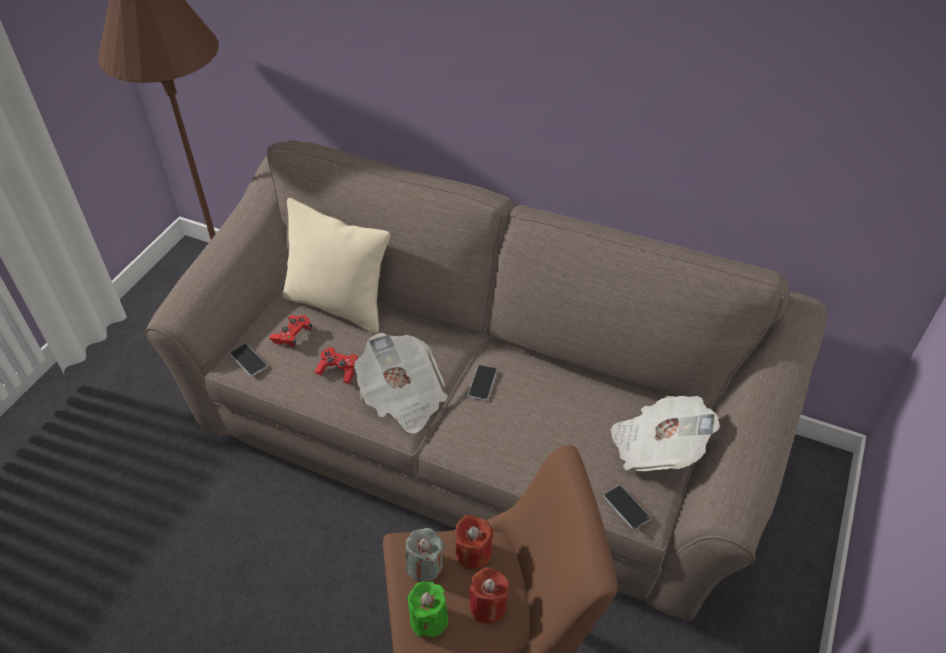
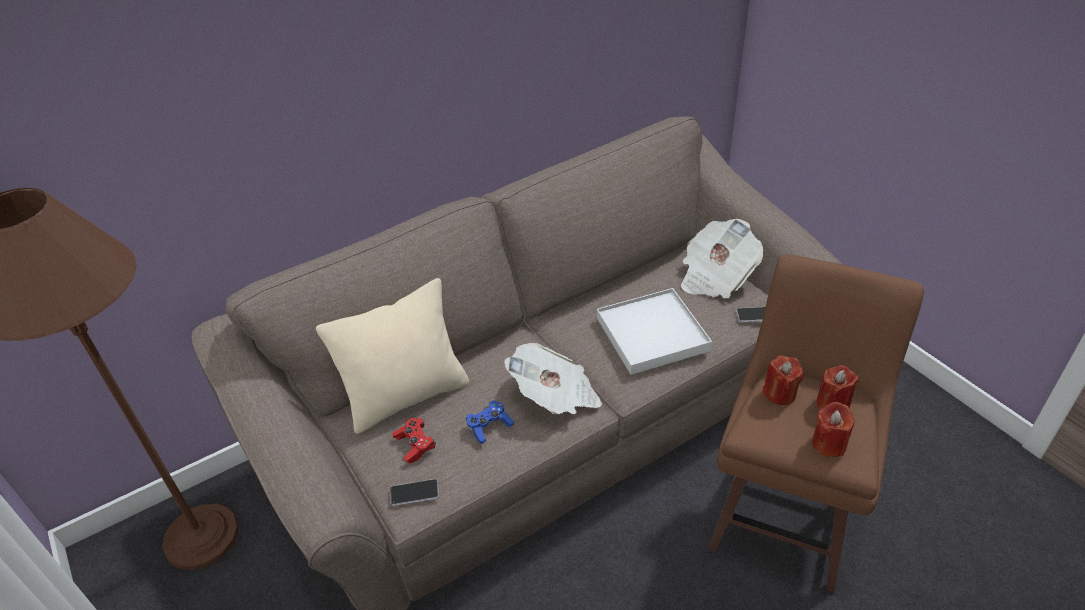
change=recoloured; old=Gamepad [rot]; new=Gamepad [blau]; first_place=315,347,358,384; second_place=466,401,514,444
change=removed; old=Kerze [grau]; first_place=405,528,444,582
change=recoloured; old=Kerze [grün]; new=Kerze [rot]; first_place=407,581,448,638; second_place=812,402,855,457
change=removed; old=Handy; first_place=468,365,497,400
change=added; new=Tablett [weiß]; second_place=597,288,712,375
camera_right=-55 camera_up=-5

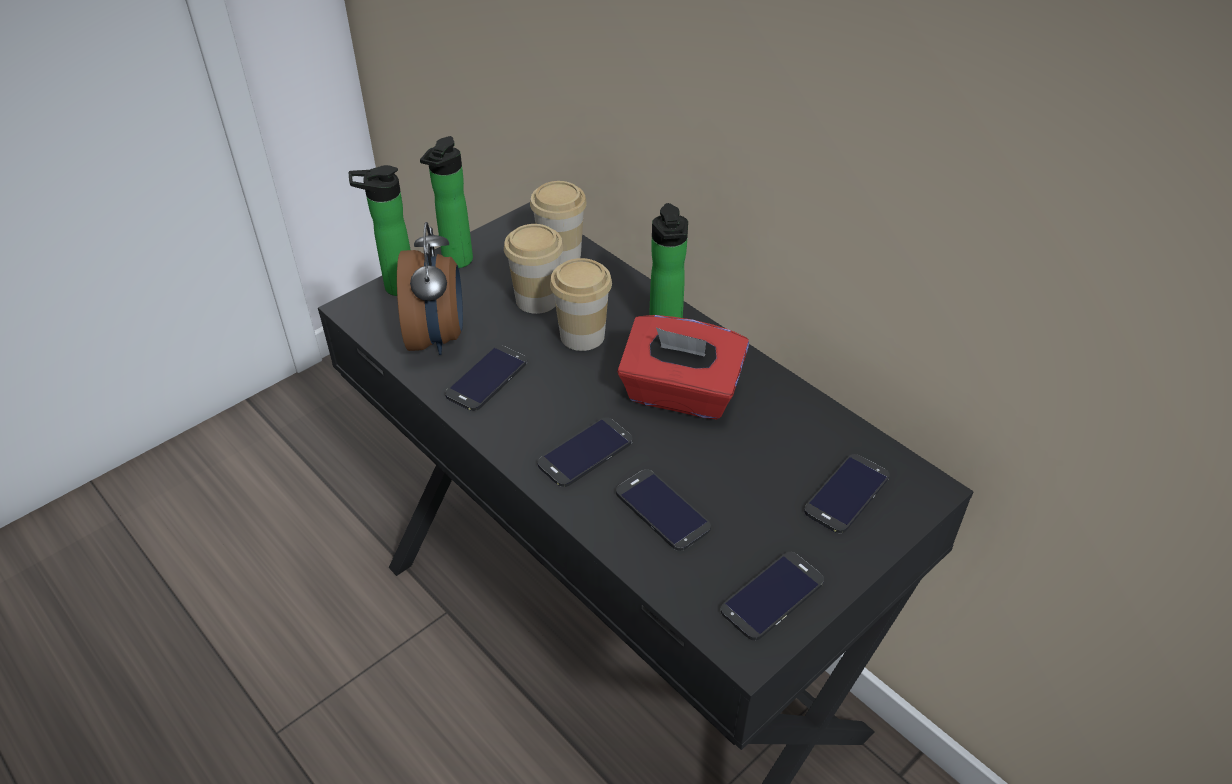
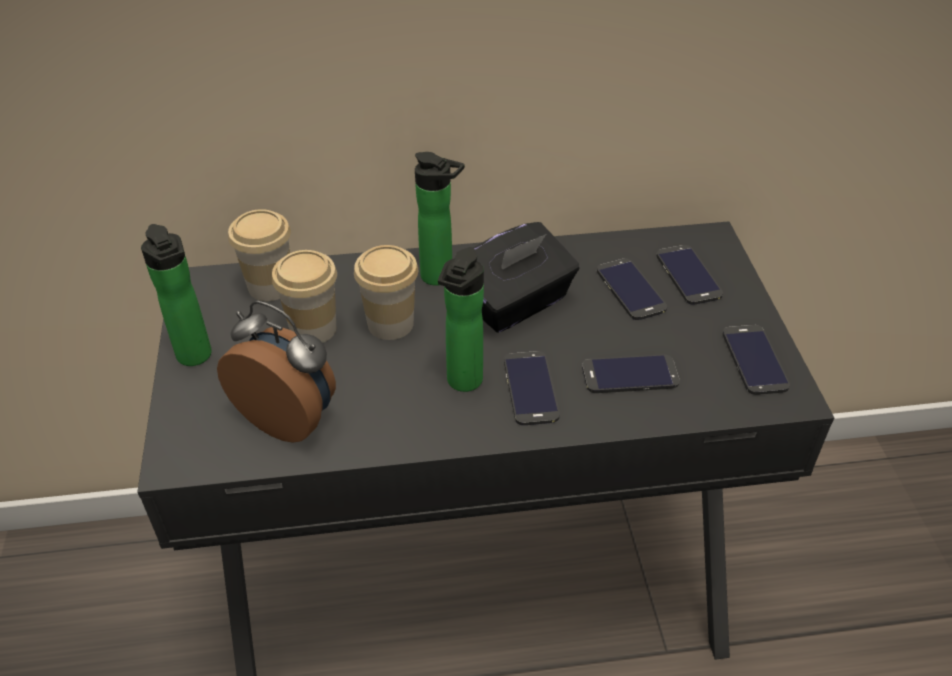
change=moved; old=Flasche; first_place=349,165,410,296; second_place=438,247,484,392
change=moved; old=Handy; first_place=445,345,527,411; second_place=597,259,667,320
change=recoloured; old=Taschentuchbox [rot]; new=Taschentuchbox [schwarz]; first_place=617,315,749,419; second_place=474,222,580,332
camera_right=-55 camera_up=0

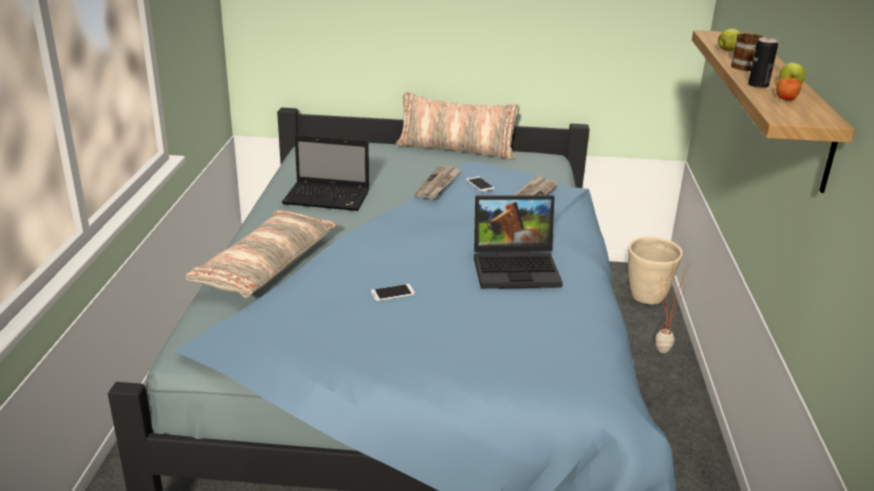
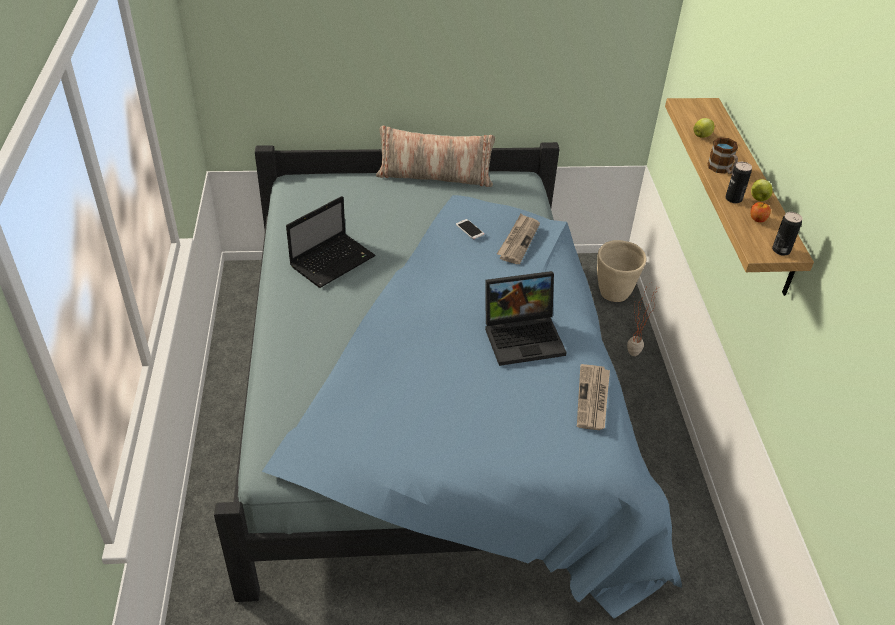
change=removed; old=Kissen; first_place=185,210,338,298
change=turned; old=Laptop; first_place=282,135,369,211; second_place=286,196,375,288; degrees=-45
change=removed; old=Handy; first_place=371,284,415,301
change=moved; old=Zeitung; first_place=415,166,462,199; second_place=577,364,610,430
change=added; new=Dose; second_place=772,212,803,256
camera_right=-10 camera_up=15

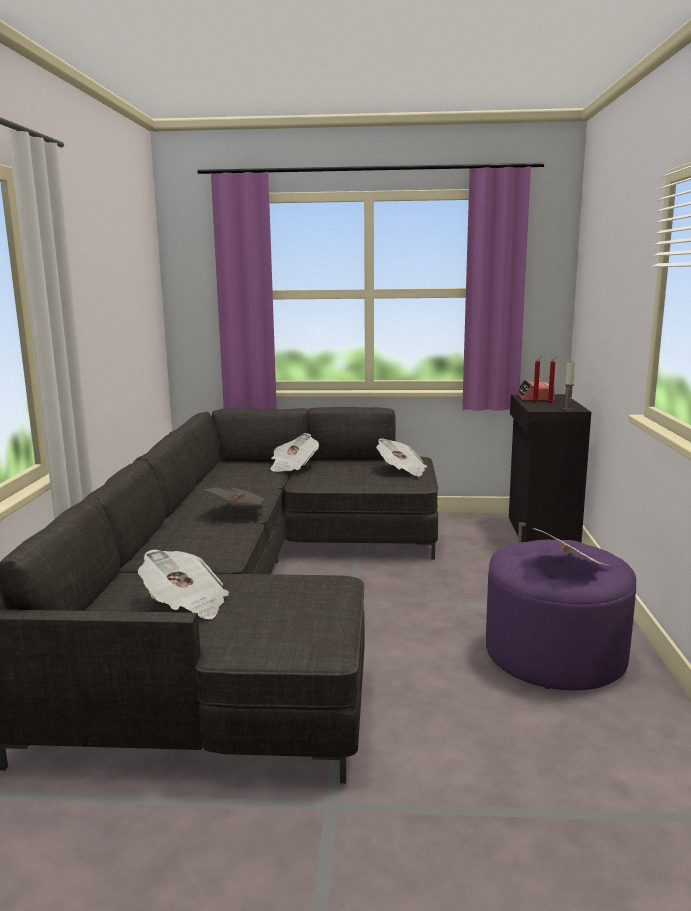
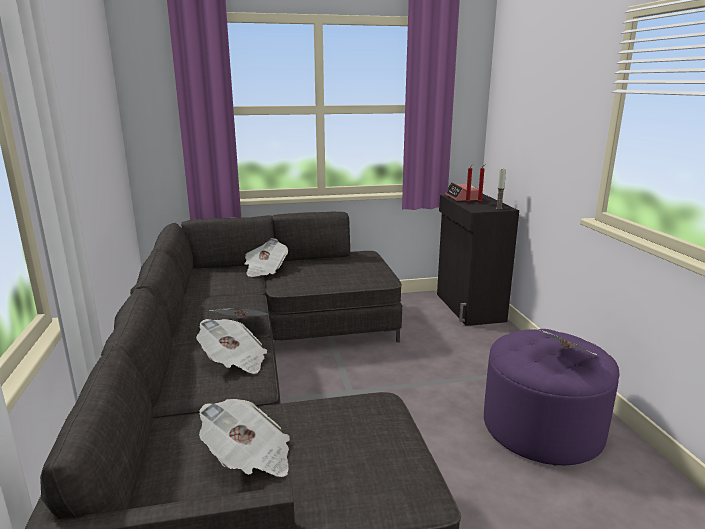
change=moved; old=Zeitung; first_place=376,438,427,477; second_place=196,319,267,374
camera_right=-15 camera_up=5

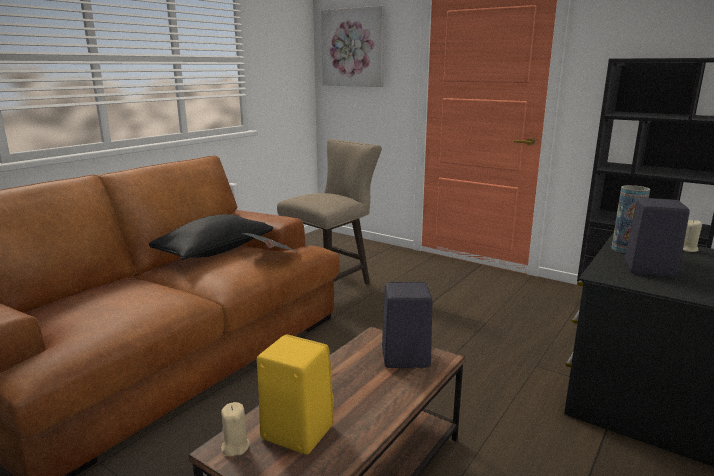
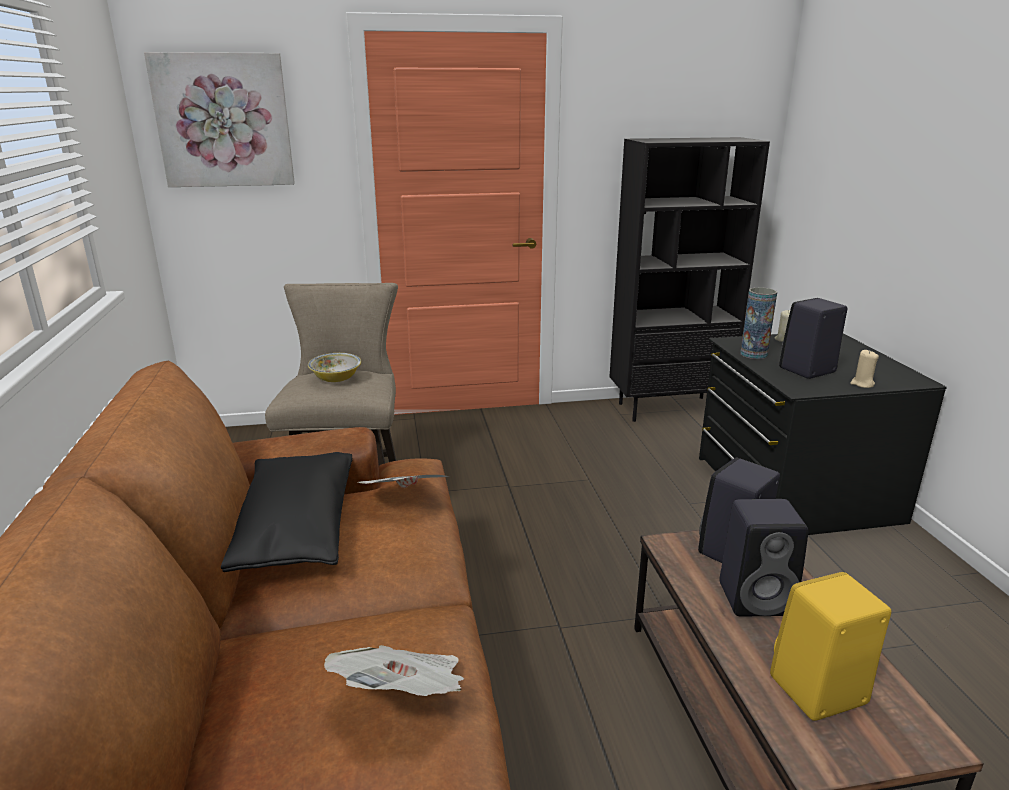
change=moved; old=Kerze [beige]; first_place=221,402,250,457; second_place=850,350,879,388
change=added; new=Schüssel; second_place=308,353,361,382
change=added; new=Zeitung; second_place=324,645,464,696
change=added; new=Lautsprecher [schwarz]; second_place=719,499,808,616
camera_right=-45 camera_up=5

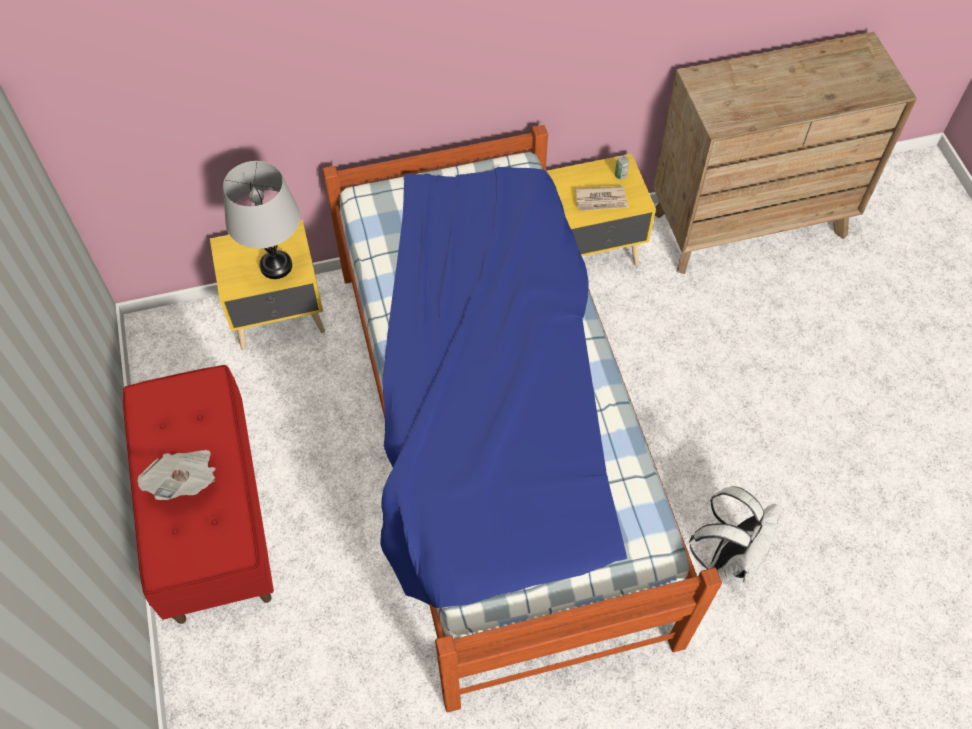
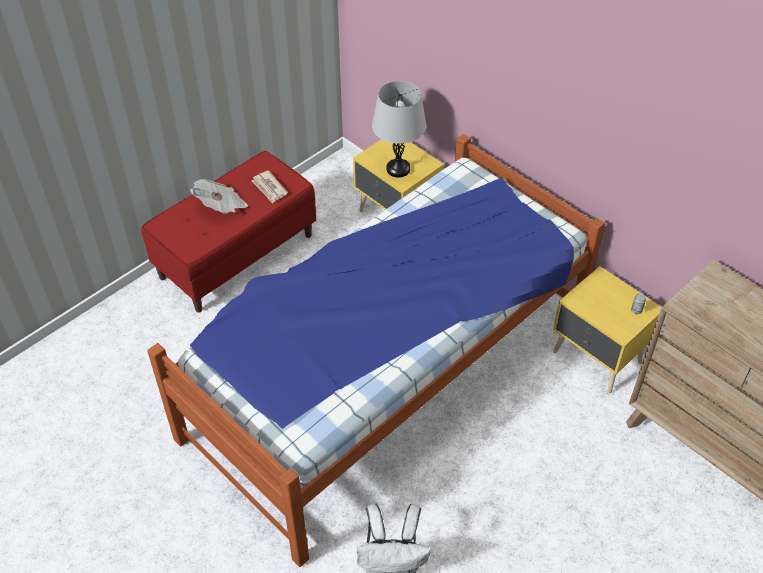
change=moved; old=Zeitung; first_place=575,186,628,211; second_place=251,170,288,203
camera_right=60 camera_up=-10

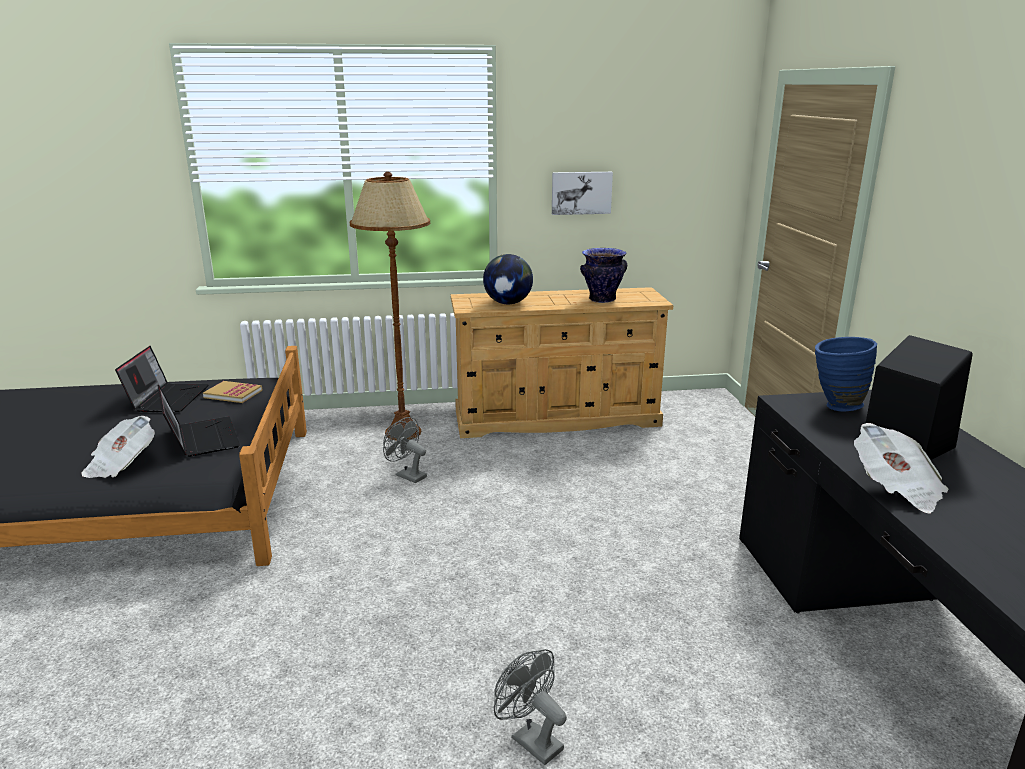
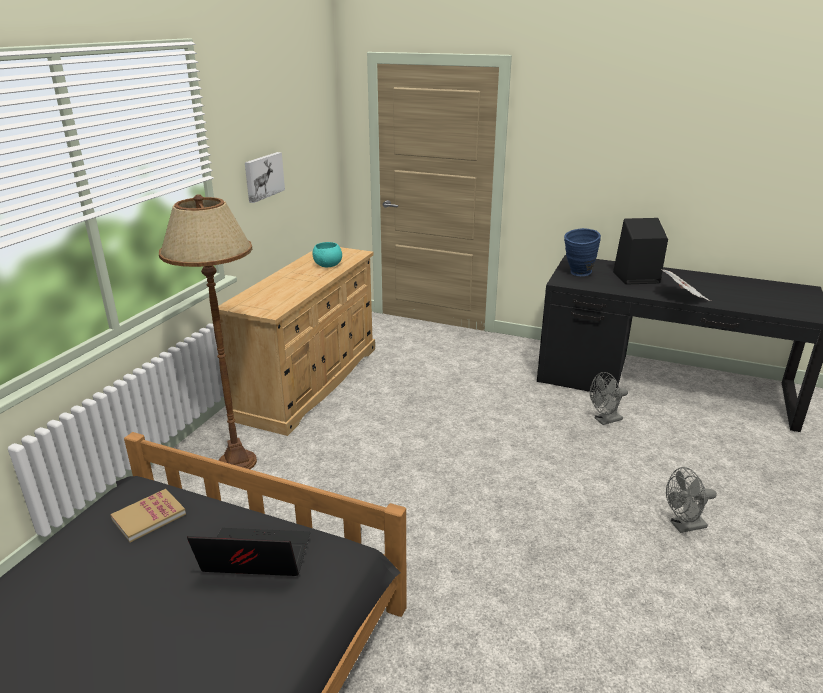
change=removed; old=Zeitung; first_place=81,416,155,478
change=removed; old=Laptop; first_place=115,346,209,412
change=moved; old=Ventilator [grau]; first_place=383,417,427,483; second_place=590,372,628,425
change=removed; old=Globus; first_place=483,254,533,304
change=replaced; old=Vase; new=Schüssel [türkis]; first_place=580,248,627,303; second_place=312,242,342,267
camera_right=-60 camera_up=5

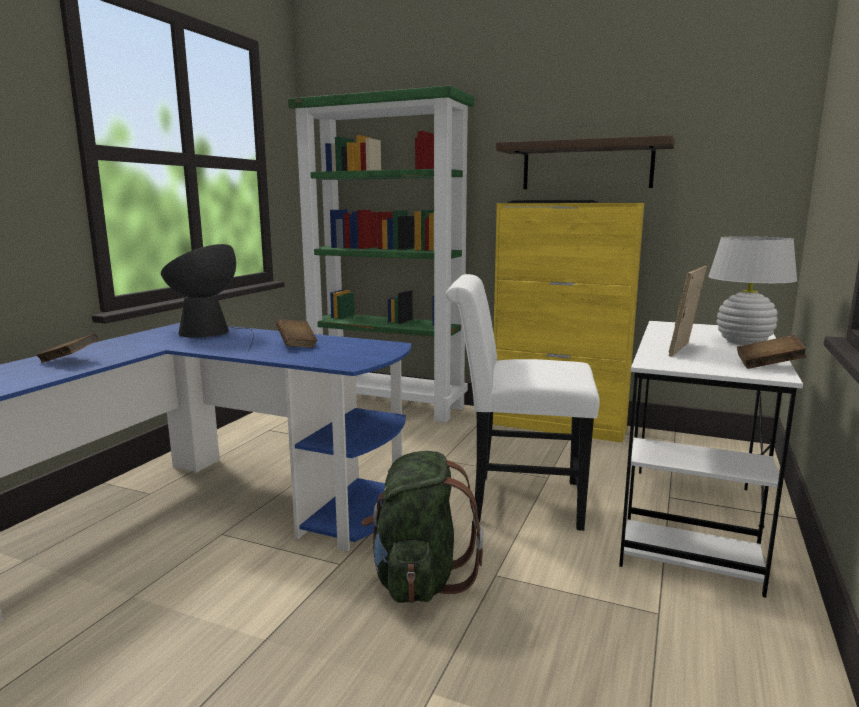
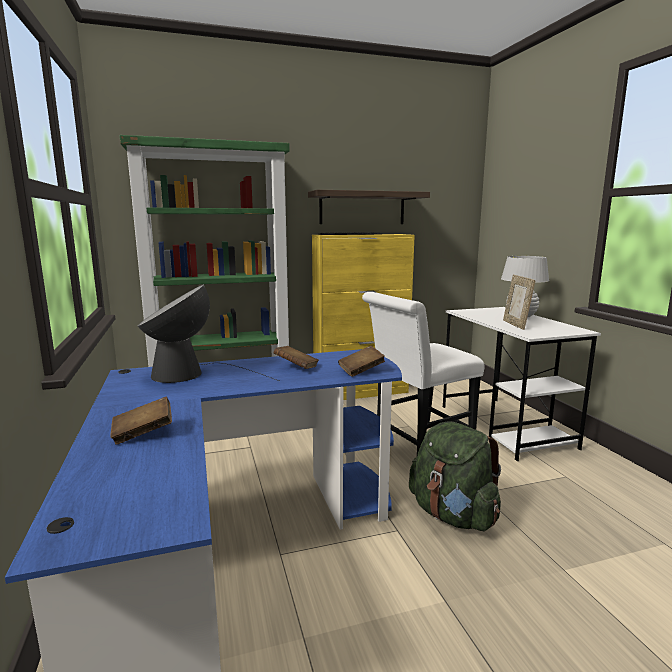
change=moved; old=Buch [braun]; first_place=737,335,807,369; second_place=338,346,385,377
camera_right=-40 camera_up=0

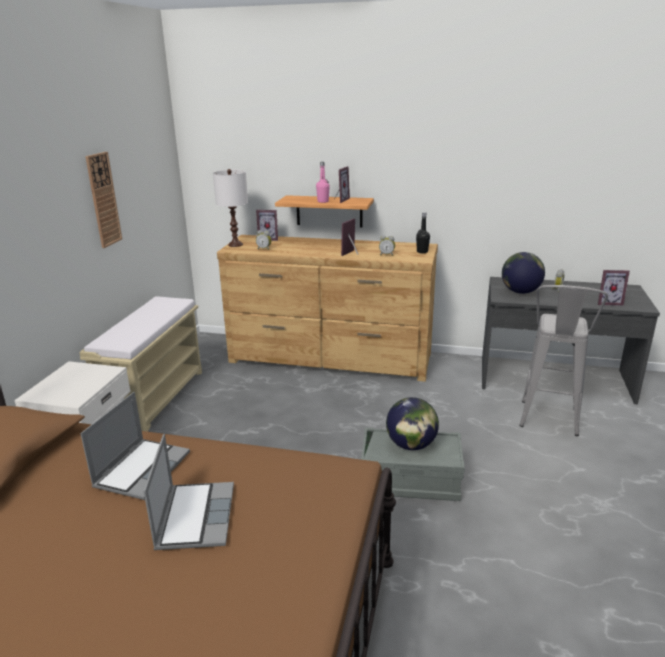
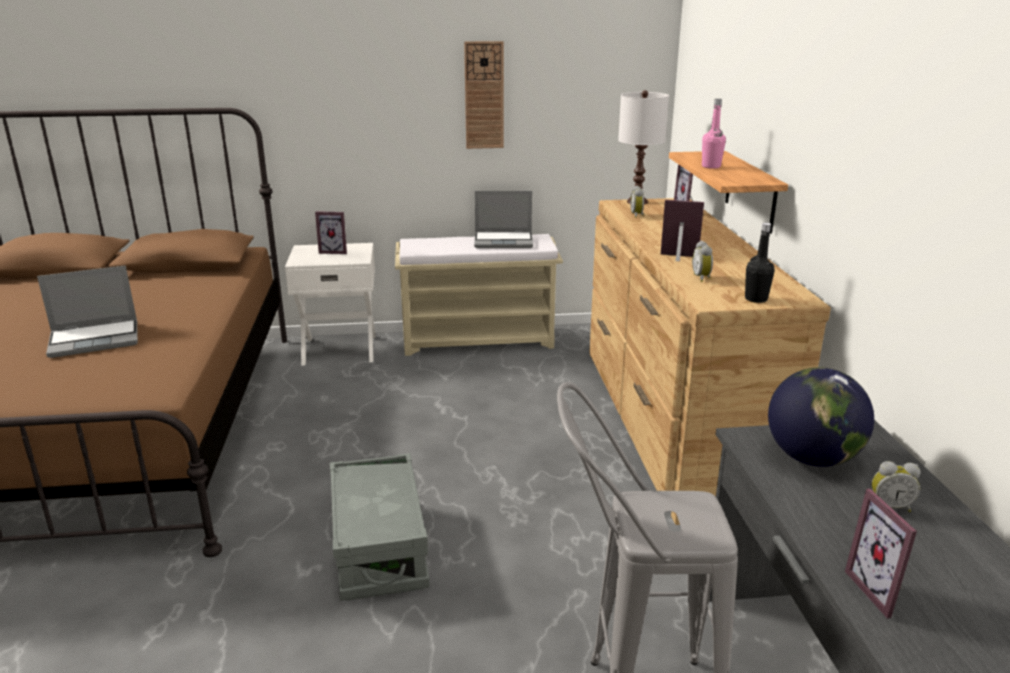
change=moved; old=Laptop; first_place=80,392,190,500; second_place=474,191,533,248
change=moved; old=Bilderrahmen; first_place=334,166,350,203; second_place=315,211,347,254
change=removed; old=Globus; first_place=386,397,439,450
camera_right=70 camera_up=0

